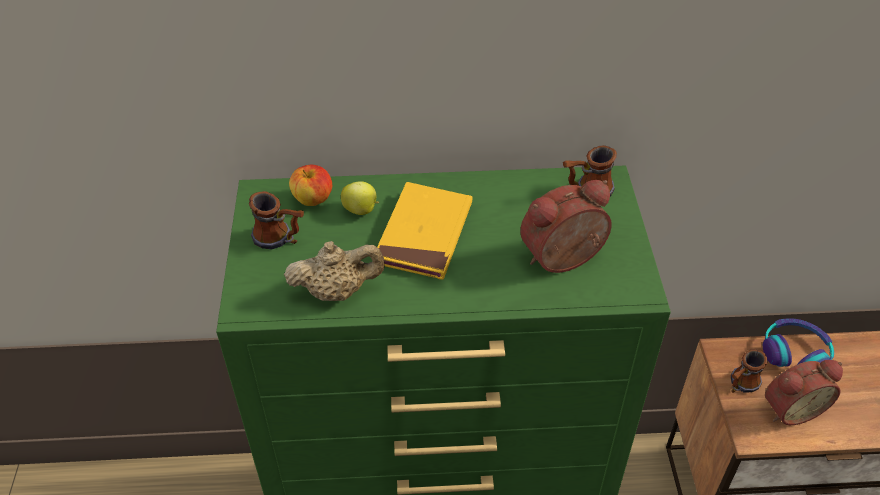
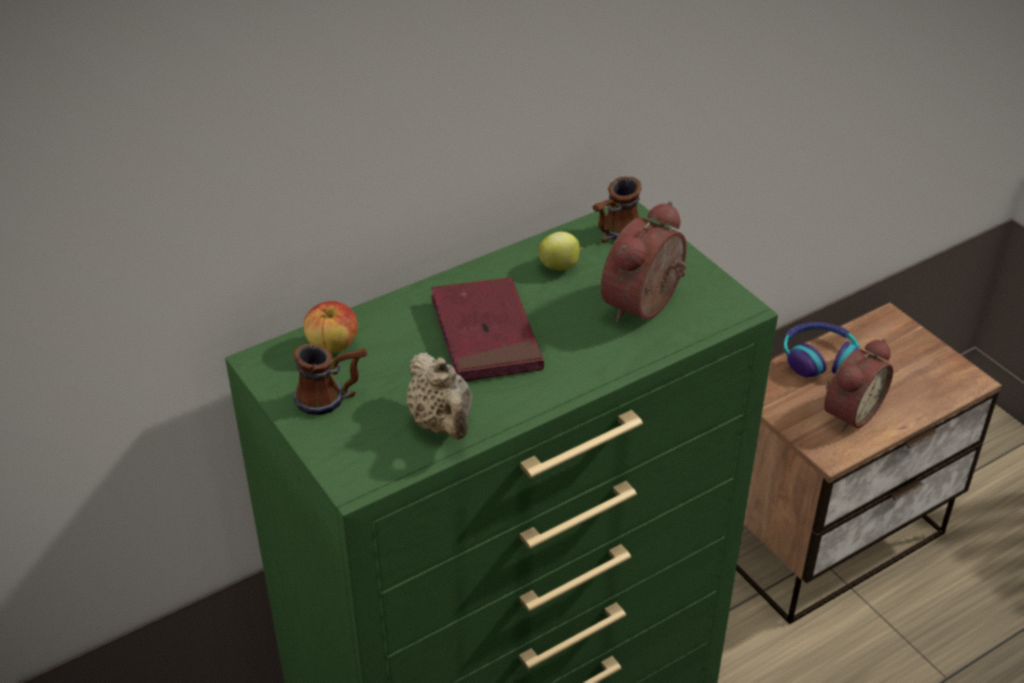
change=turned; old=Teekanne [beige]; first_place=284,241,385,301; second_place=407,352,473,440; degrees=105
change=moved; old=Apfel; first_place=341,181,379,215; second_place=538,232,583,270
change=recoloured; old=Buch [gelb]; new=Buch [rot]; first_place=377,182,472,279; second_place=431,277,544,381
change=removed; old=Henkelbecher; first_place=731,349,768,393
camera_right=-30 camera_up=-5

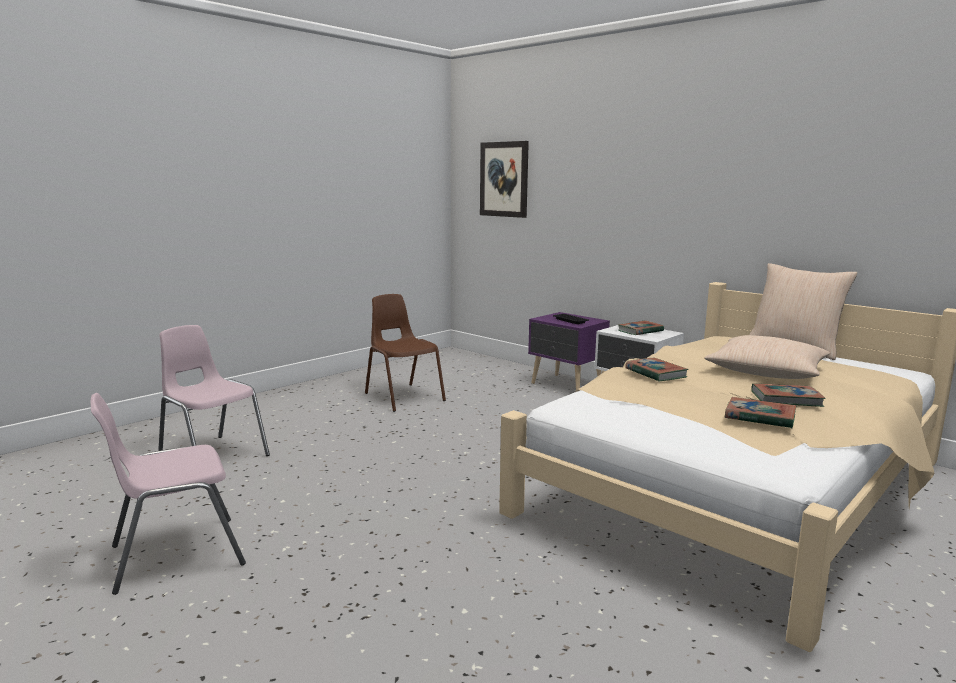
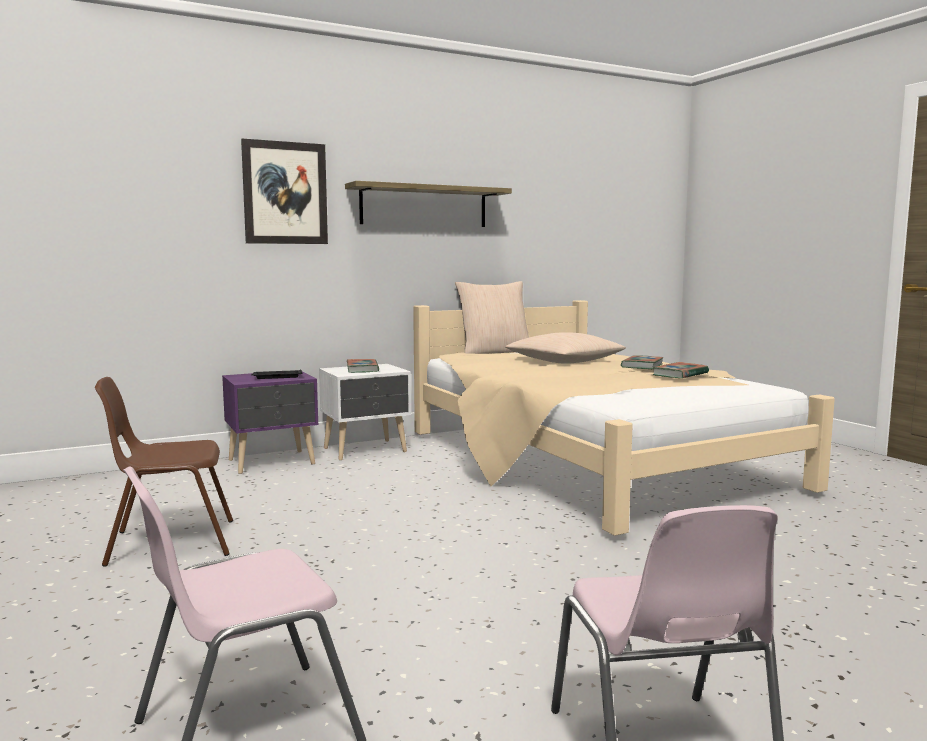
change=moved; old=Bild; first_place=480,141,529,218; second_place=241,139,328,244
change=removed; old=Buch; first_place=625,358,689,382
change=added; new=Wandregal; second_place=345,181,512,227
camera_right=-70 camera_up=-5

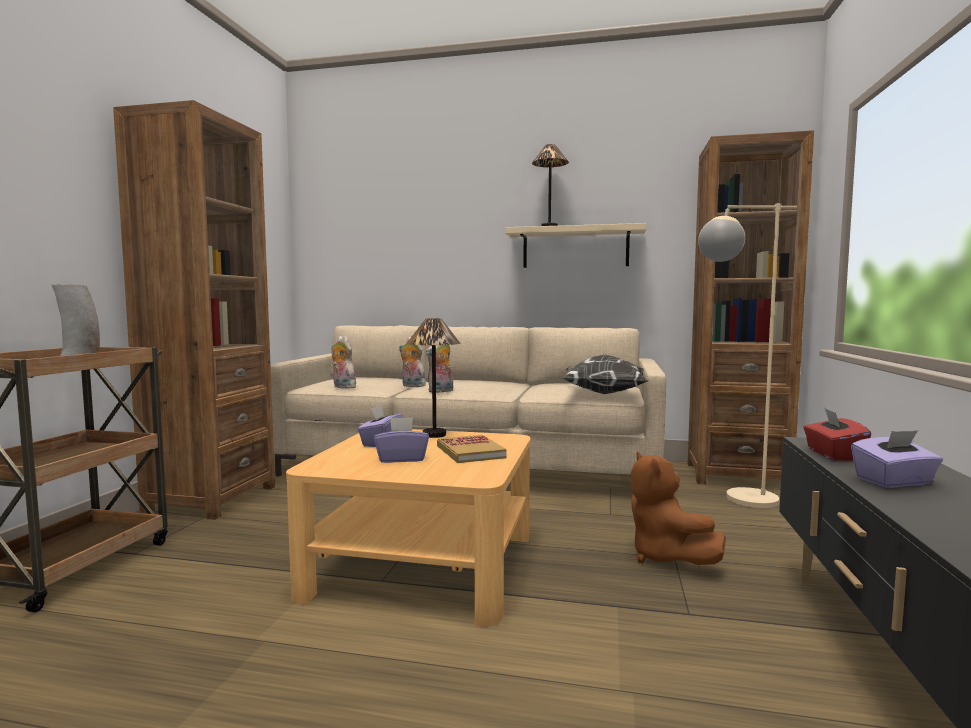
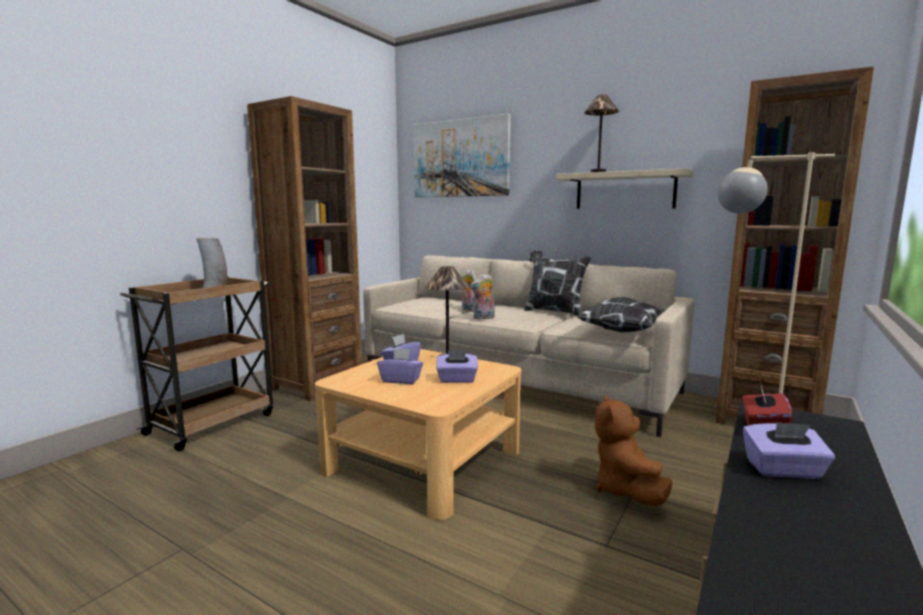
change=removed; old=Plüschtier; first_place=331,336,356,389
change=replaced; old=Buch; new=Taschentuchbox [lila]; first_place=437,435,507,463; second_place=437,350,478,383
change=added; new=Bild; second_place=414,114,511,197
change=added; new=Kissen; second_place=524,251,591,316
camera_right=20 camera_up=5

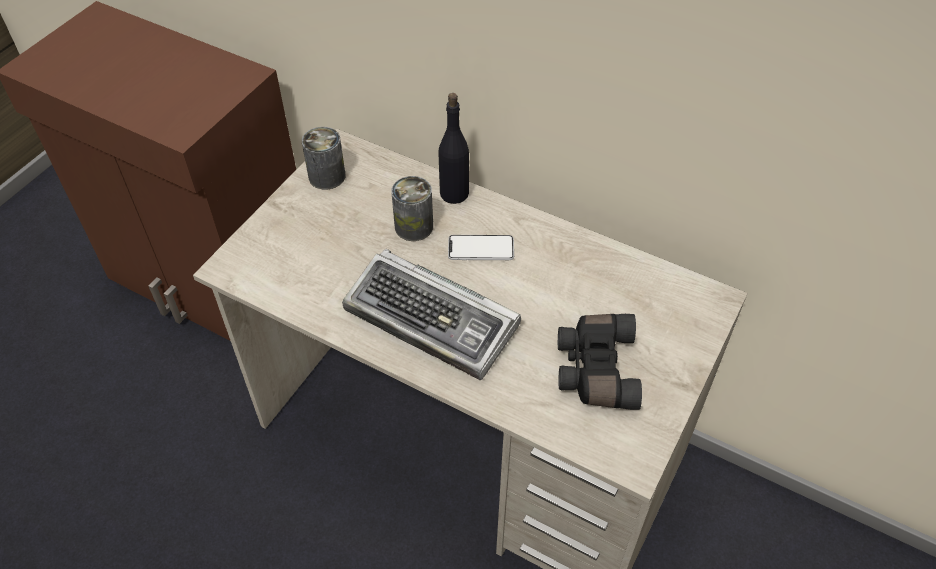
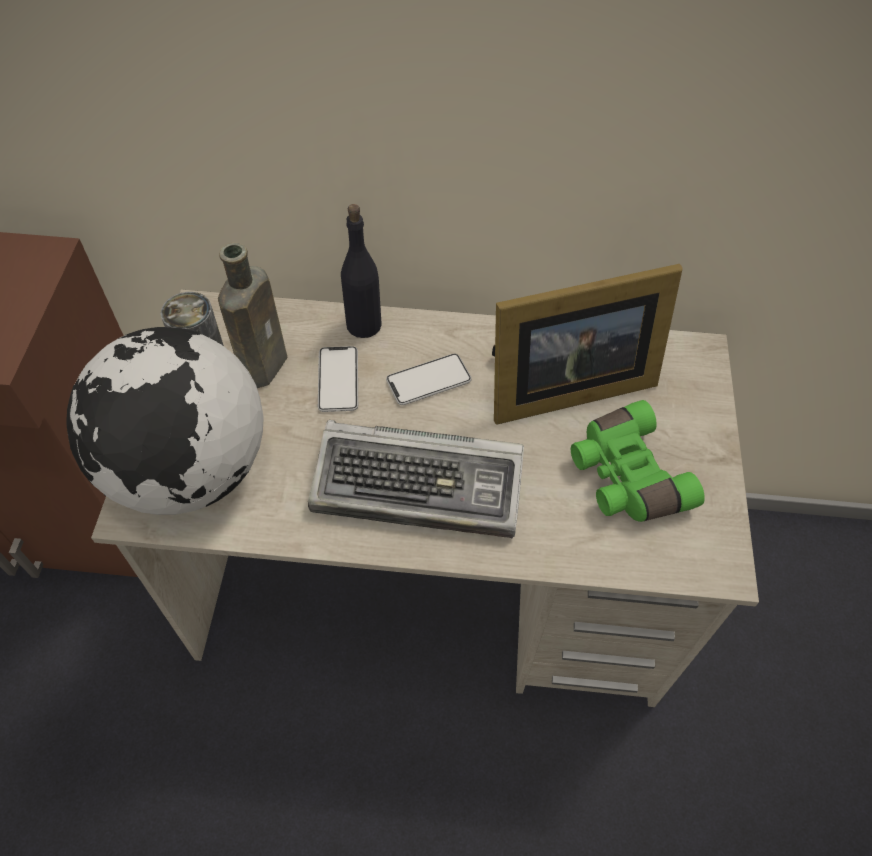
change=replaced; old=Dose; new=Handy; first_place=391,176,433,241; second_place=318,346,358,412
change=recoloured; old=Fernglas [schwarz]; new=Fernglas [grün]; first_place=558,314,642,410; second_place=571,400,705,522
change=added; new=Globus; second_place=67,327,264,515
change=added; new=Flasche [braun]; second_place=218,242,287,388
change=added; new=Bilderrahmen; second_place=492,264,683,425
camera_right=-25 camera_up=5

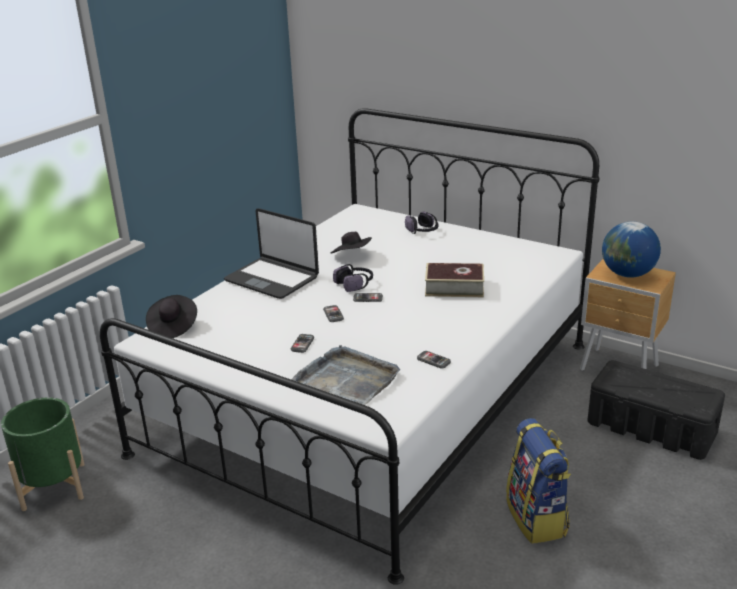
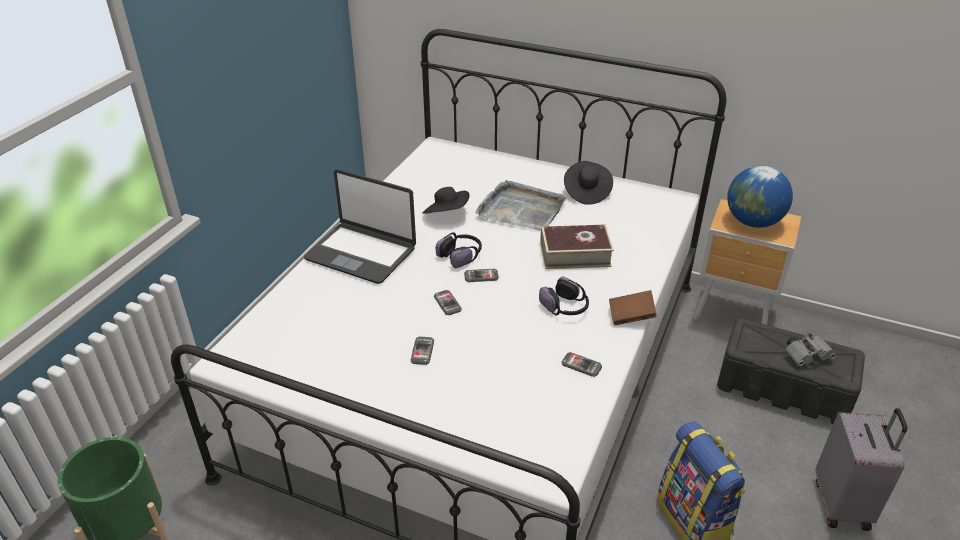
change=moved; old=Hut [schwarz]; first_place=146,295,197,338; second_place=564,161,613,205
change=moved; old=Tablett [grau]; first_place=291,345,400,405; second_place=475,180,566,231
change=moved; old=Kopfhörer; first_place=405,211,439,234; second_place=539,276,589,315
change=added; new=Buch [braun]; second_place=609,290,657,325
change=added; new=Fernglas [grau]; second_place=785,333,836,366
change=added; new=Koffer [grau]; second_place=815,408,908,531
camera_right=-10 camera_up=10

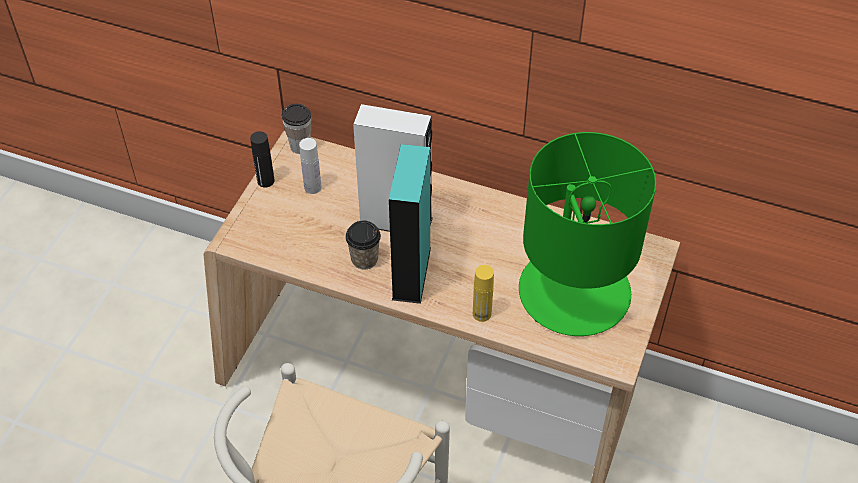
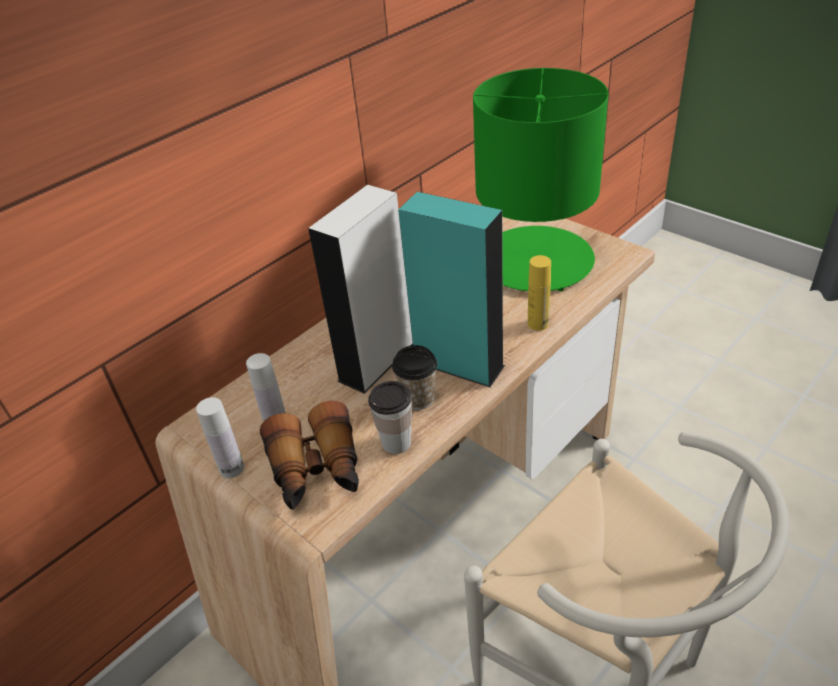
change=recoloured; old=Flasche [schwarz]; new=Flasche [weiß]; first_place=250,131,275,187; second_place=196,397,244,478
change=moved; old=Tasse; first_place=282,104,311,154; second_place=368,381,412,454
change=added; new=Fernglas; second_place=260,401,359,510
camera_right=-65 camera_up=-10

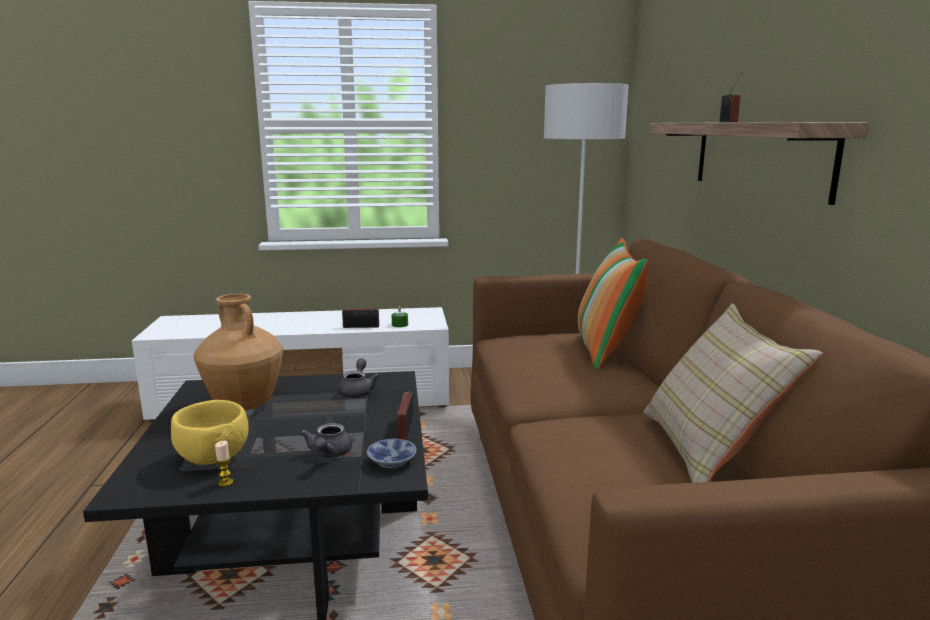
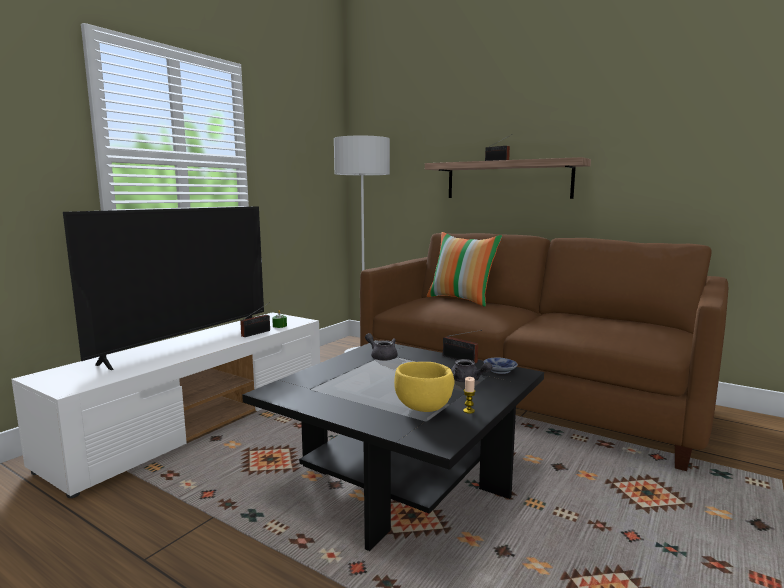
change=removed; old=Vase [braun]; first_place=193,294,283,411
change=removed; old=Kissen [beige]; first_place=643,303,823,483
change=added; new=Fernseher; second_place=63,206,264,370
camera_right=-50 camera_up=-5

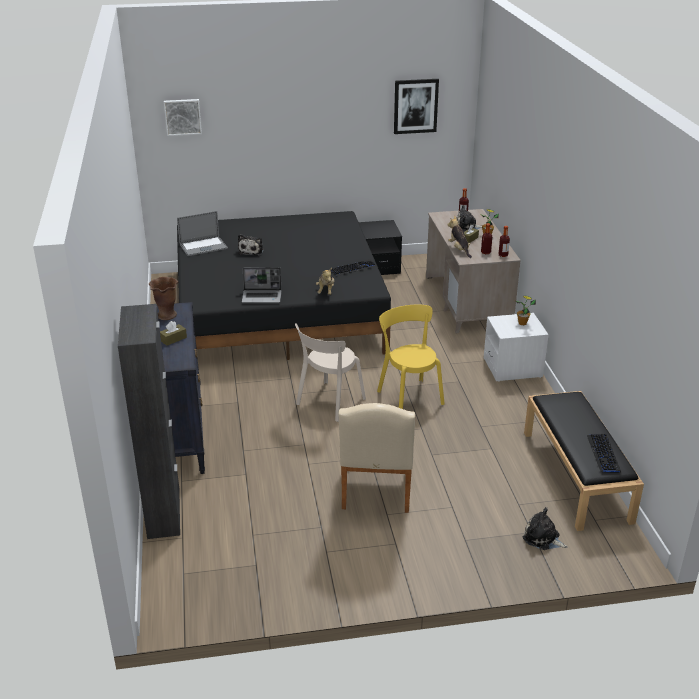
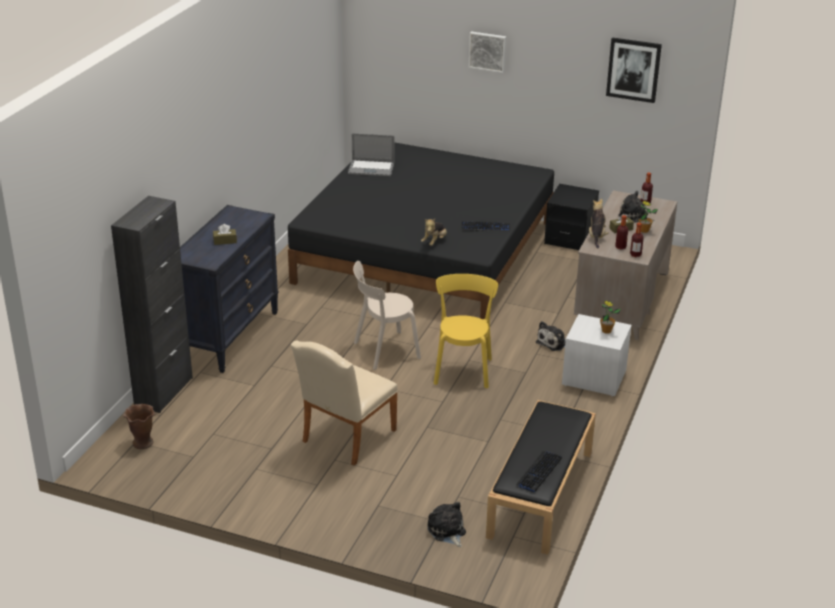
change=moved; old=Vase [braun]; first_place=149,277,178,320; second_place=123,404,155,449
change=moved; old=Bild; first_place=164,99,202,136; second_place=469,31,506,73
change=moved; old=Plüschtier; first_place=238,234,264,256; second_place=536,321,566,351
change=removed; old=Laptop; first_place=242,267,282,303
camera_right=30 camera_up=0

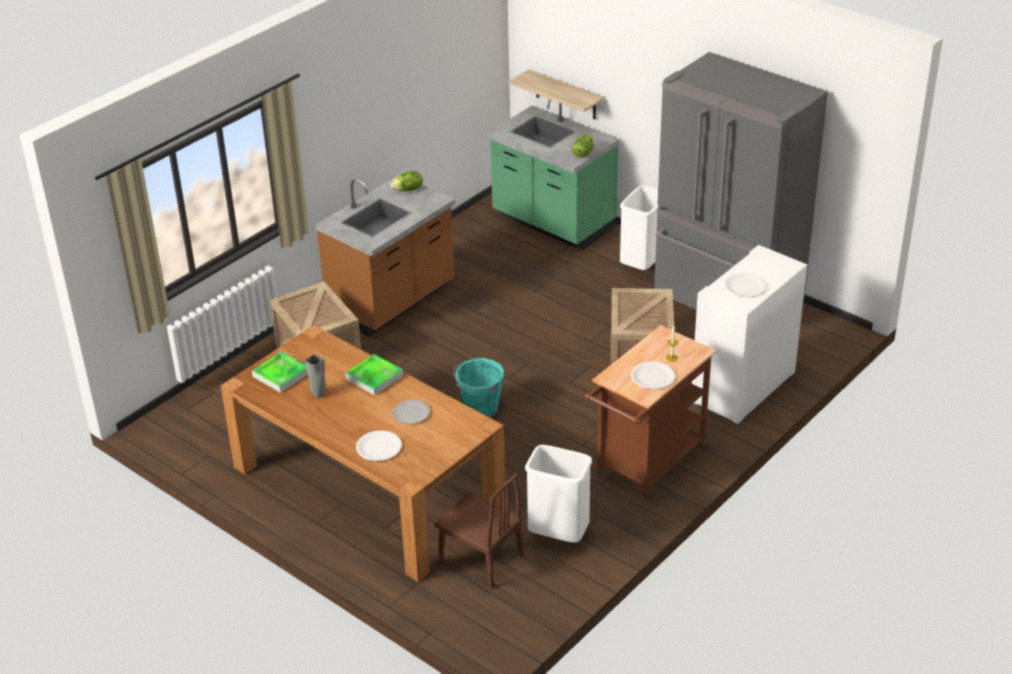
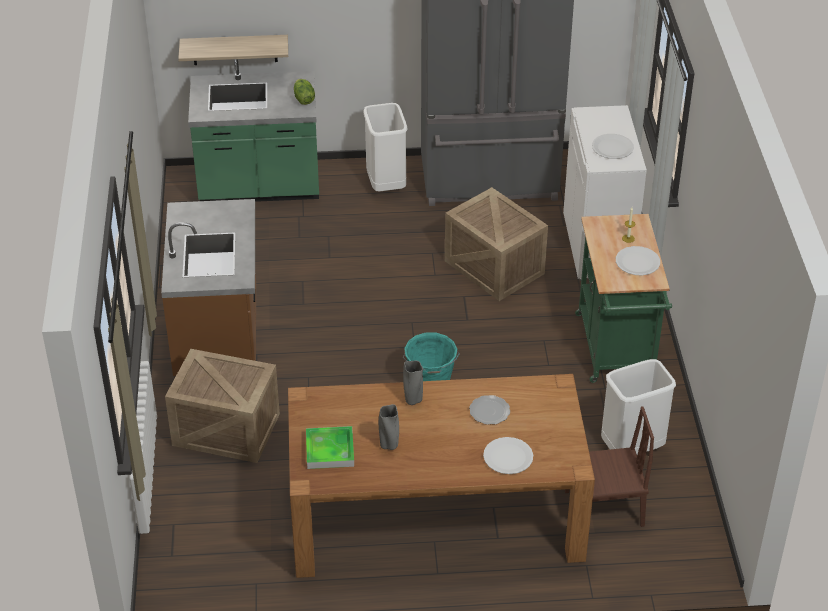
change=replaced; old=Tablett; new=Vase [grau]; first_place=345,354,403,395; second_place=403,360,423,405
change=removed; old=Salatkopf; first_place=390,171,423,191
change=recoloured; old=Rollwagen [braun]; new=Rollwagen [grün]; first_place=585,325,716,500; second_place=575,214,672,383
camera_right=-45 camera_up=5

